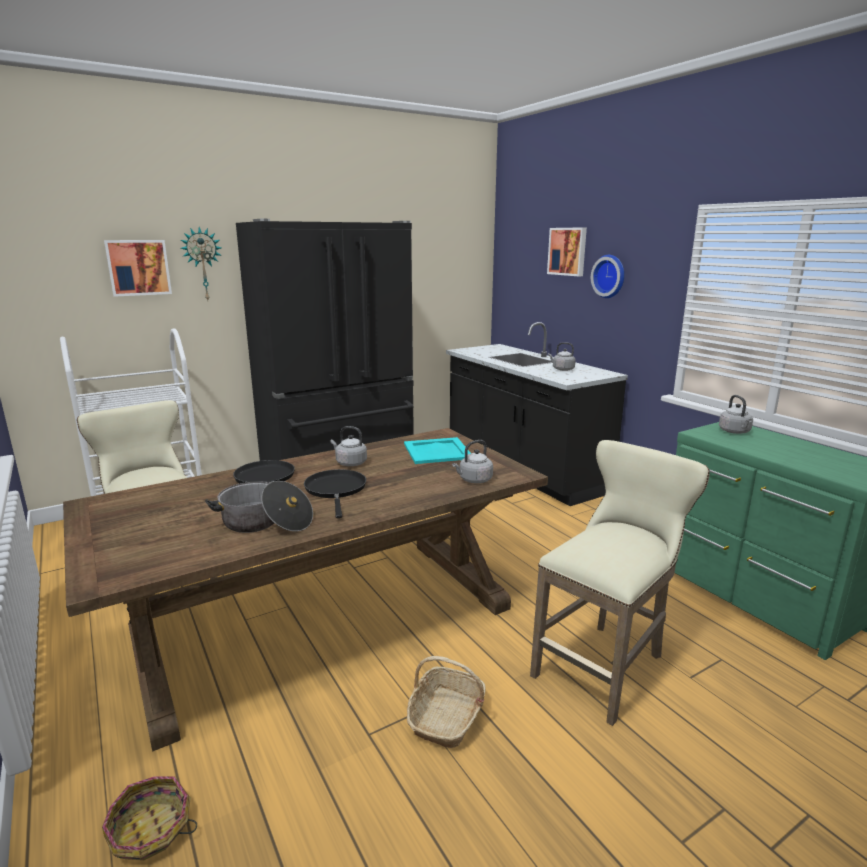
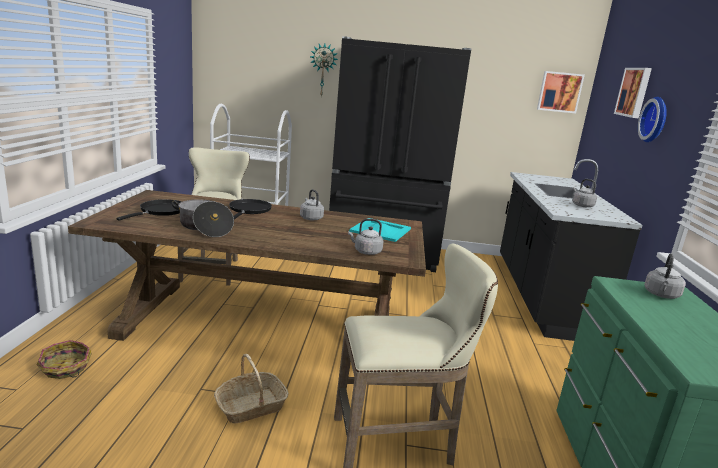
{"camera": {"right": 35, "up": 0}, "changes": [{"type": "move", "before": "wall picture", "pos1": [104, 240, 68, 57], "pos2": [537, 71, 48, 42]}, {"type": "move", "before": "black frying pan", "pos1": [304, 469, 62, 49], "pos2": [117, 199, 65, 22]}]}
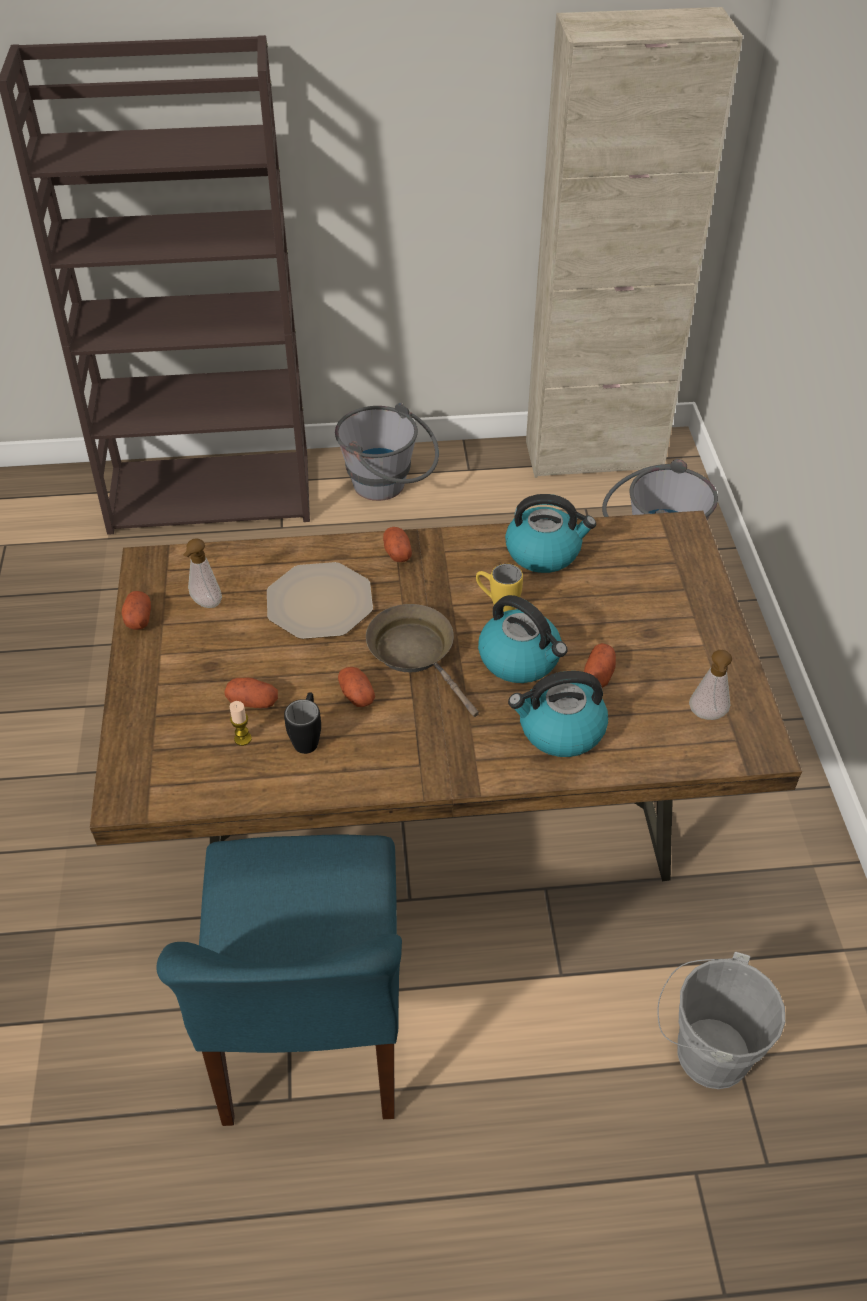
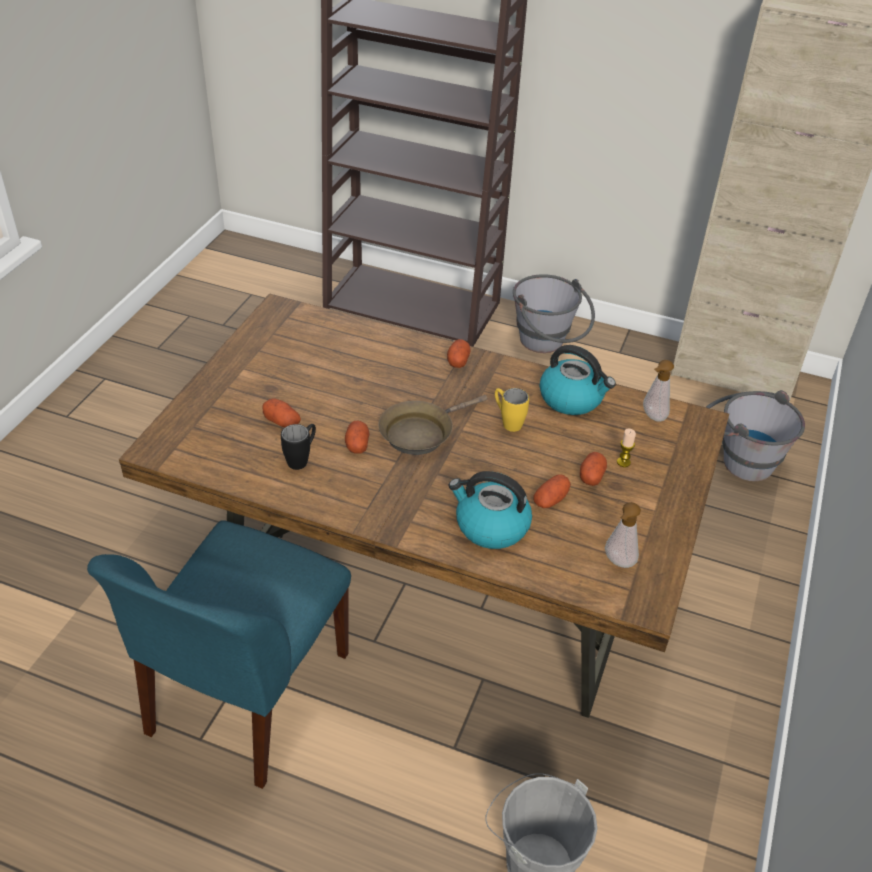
{"camera": {"right": 25, "up": -5}, "changes": [{"type": "move", "before": "soap bottle", "pos1": [183, 538, 39, 70], "pos2": [643, 360, 31, 62]}, {"type": "delete", "before": "dinner plate", "pos1": [267, 562, 106, 77]}, {"type": "move", "before": "whole potato", "pos1": [122, 591, 29, 39], "pos2": [580, 452, 27, 34]}, {"type": "delete", "before": "kettle", "pos1": [478, 595, 90, 88]}, {"type": "rotate", "before": "brown-coloured frying pan", "pos1": [366, 604, 113, 113], "pos2": [378, 395, 109, 60], "turn": -120}, {"type": "move", "before": "wax light", "pos1": [230, 701, 22, 45], "pos2": [617, 428, 19, 39]}]}
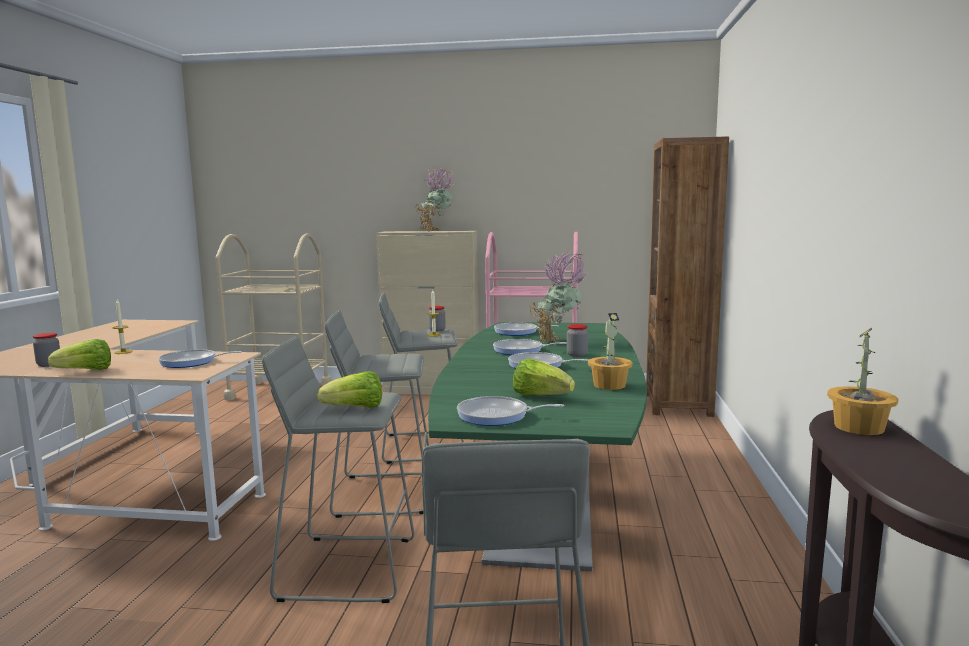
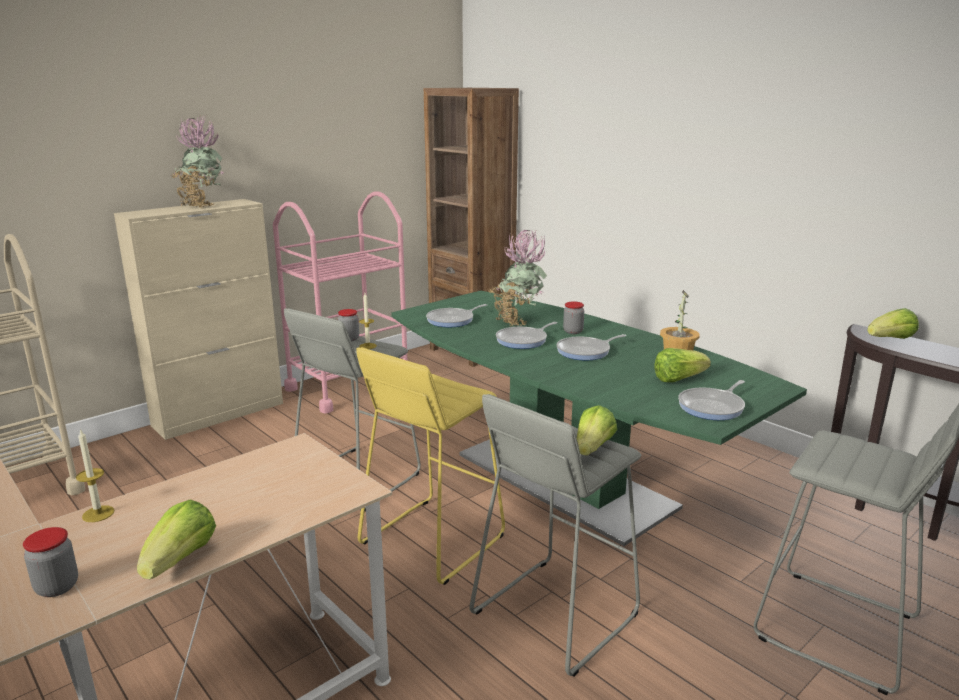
{"camera": {"right": -50, "up": 10}, "changes": [{"type": "recolor", "before": "gray sitting stool", "after": "yellow-coloured sitting stool", "pos1": [325, 310, 104, 208], "pos2": [356, 347, 149, 238]}, {"type": "replace", "before": "houseplant", "after": "lettuce", "pos1": [827, 328, 71, 107], "pos2": [867, 308, 52, 31]}, {"type": "delete", "before": "frying pan", "pos1": [158, 349, 84, 19]}]}
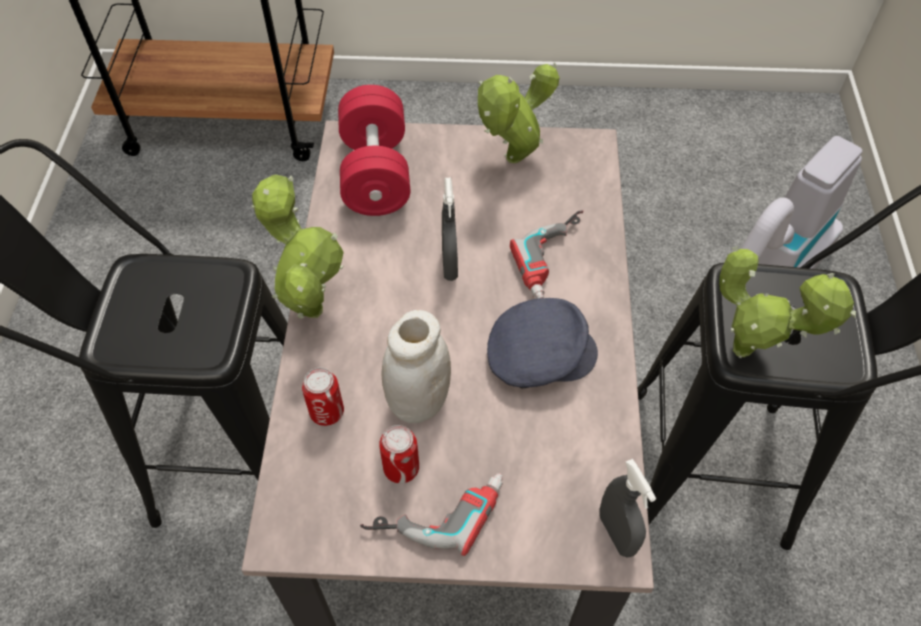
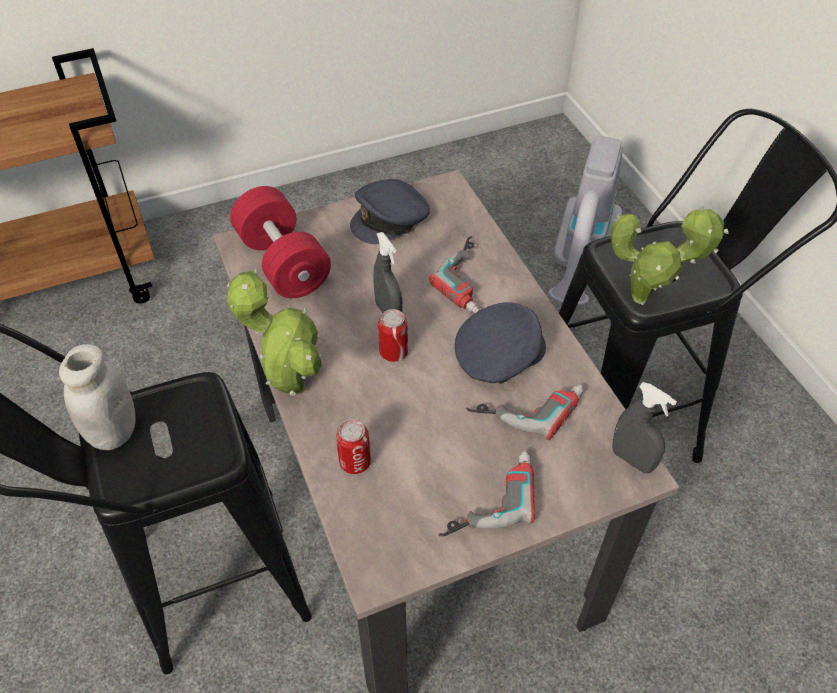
{"camera": {"right": -25, "up": -5}, "changes": [{"type": "replace", "before": "houseplant", "after": "gray peaked cap", "pos1": [478, 63, 82, 100], "pos2": [350, 179, 80, 65]}, {"type": "move", "before": "white jar", "pos1": [381, 310, 70, 113], "pos2": [59, 344, 77, 106]}, {"type": "move", "before": "can", "pos1": [379, 425, 40, 59], "pos2": [378, 309, 30, 53]}, {"type": "insert", "after": "electric drill", "pos2": [466, 385, 117, 55]}]}
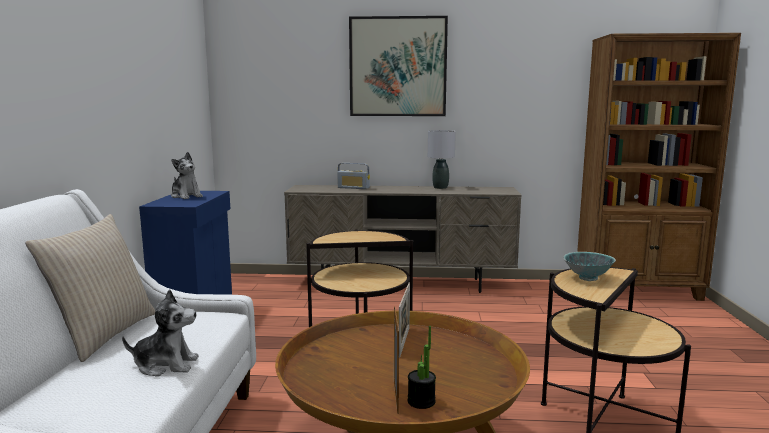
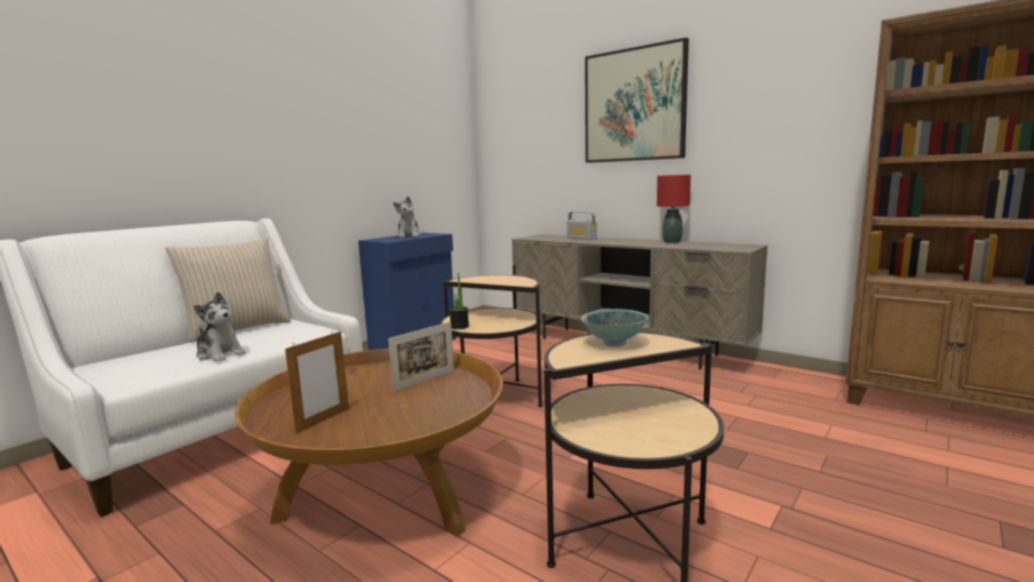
{"camera": {"right": 35, "up": 0}, "changes": [{"type": "recolor", "before": "gray table lamp", "after": "red-coloured table lamp", "pos1": [428, 130, 28, 59], "pos2": [657, 175, 34, 68]}, {"type": "move", "before": "houseplant", "pos1": [408, 326, 28, 83], "pos2": [449, 273, 20, 56]}]}
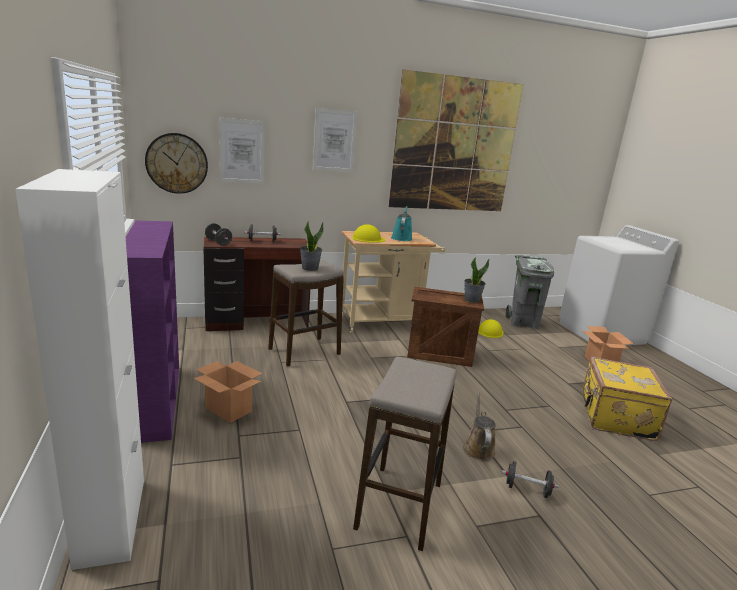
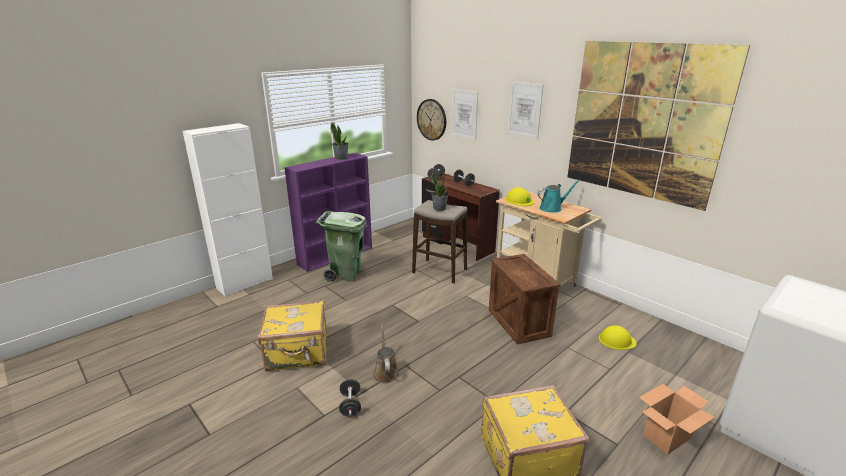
{"camera": {"right": 65, "up": 5}, "changes": [{"type": "delete", "before": "gray waste bin", "pos1": [505, 255, 49, 74]}, {"type": "move", "before": "houseplant", "pos1": [464, 257, 25, 46], "pos2": [330, 122, 19, 38]}, {"type": "replace", "before": "sitting stool", "after": "yellow-coloured suitcase", "pos1": [353, 357, 104, 194], "pos2": [258, 300, 69, 71]}, {"type": "replace", "before": "packing box", "after": "green waste bin", "pos1": [193, 361, 69, 62], "pos2": [315, 211, 51, 71]}, {"type": "rotate", "before": "brown-coloured sprinkling can", "pos1": [463, 391, 33, 70], "pos2": [373, 325, 26, 59], "turn": -75}]}
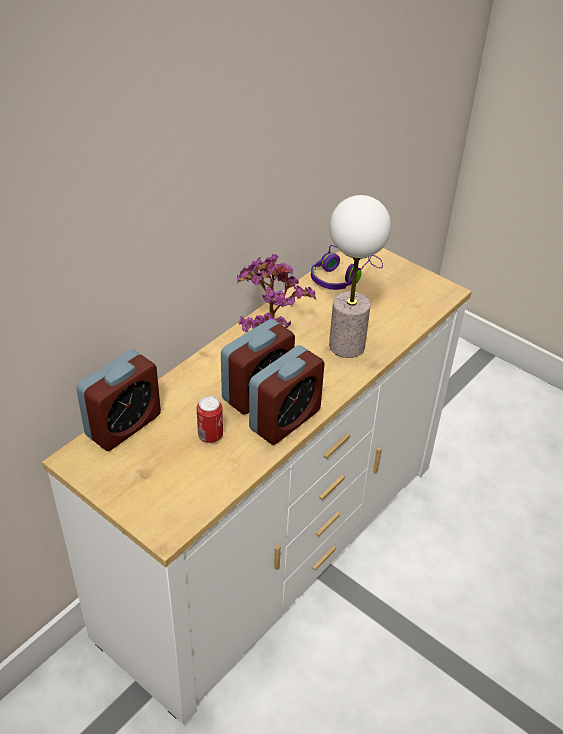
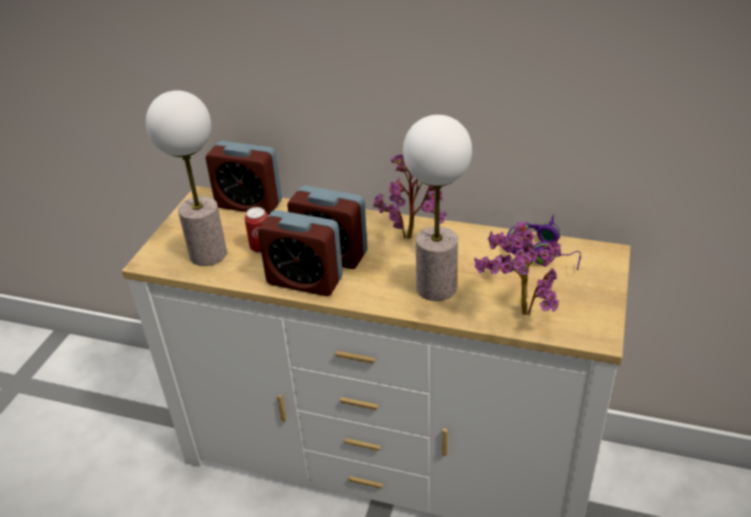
{"camera": {"right": 70, "up": -5}, "changes": [{"type": "insert", "after": "table lamp", "pos2": [146, 90, 81, 176]}, {"type": "insert", "after": "houseplant", "pos2": [474, 221, 87, 95]}]}
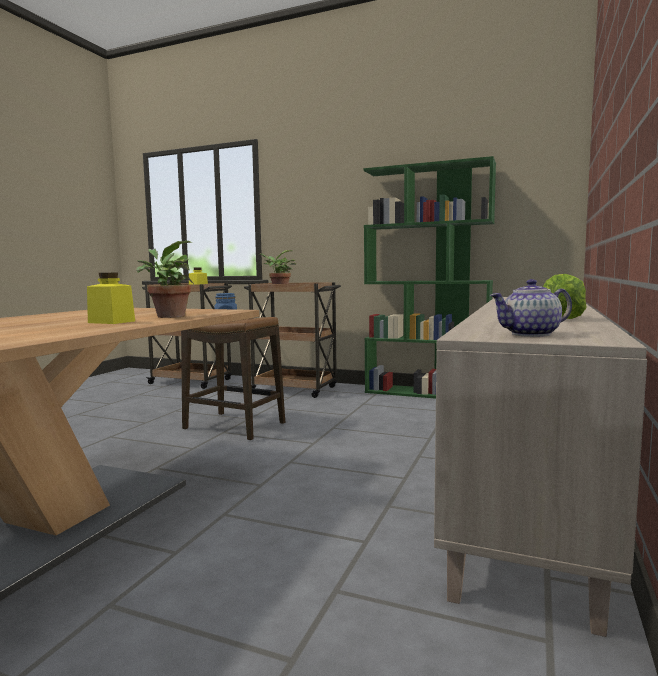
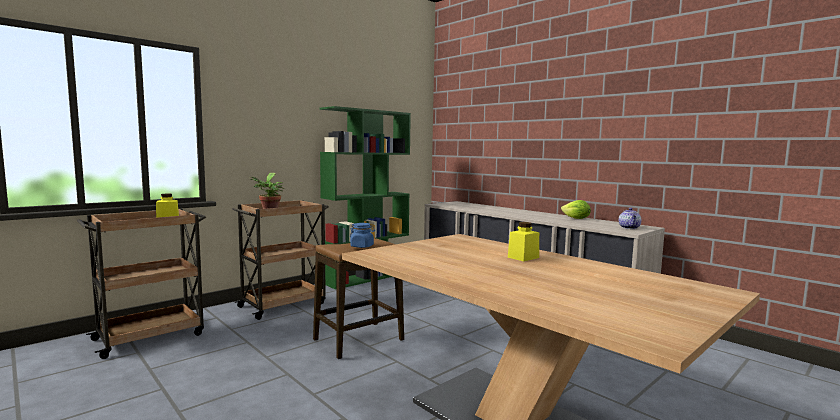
{"camera": {"right": -65, "up": 0}, "changes": [{"type": "delete", "before": "houseplant", "pos1": [136, 241, 58, 77]}]}
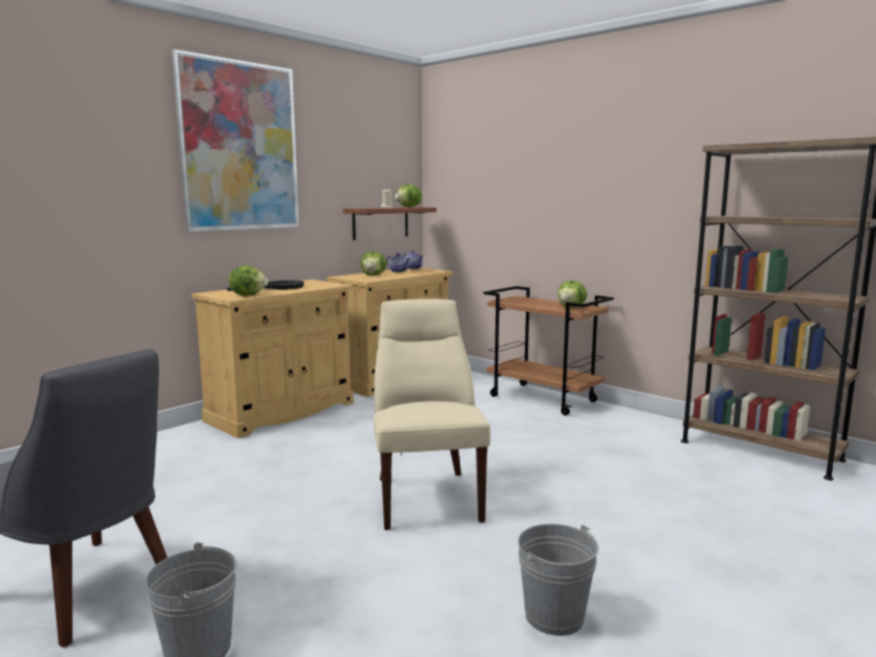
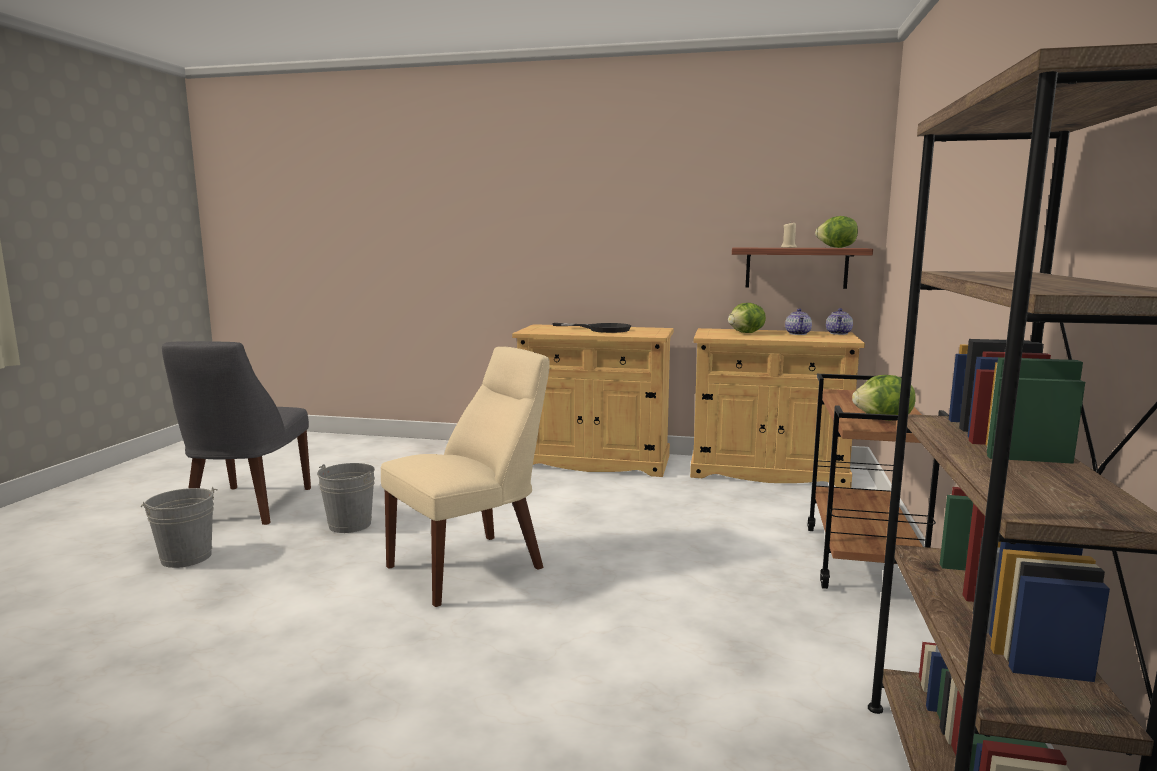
{"camera": {"right": 60, "up": 0}, "changes": [{"type": "delete", "before": "wall picture", "pos1": [172, 49, 127, 183]}, {"type": "delete", "before": "lettuce", "pos1": [229, 266, 39, 30]}, {"type": "move", "before": "gray pail", "pos1": [518, 524, 81, 112], "pos2": [317, 463, 58, 70]}]}
